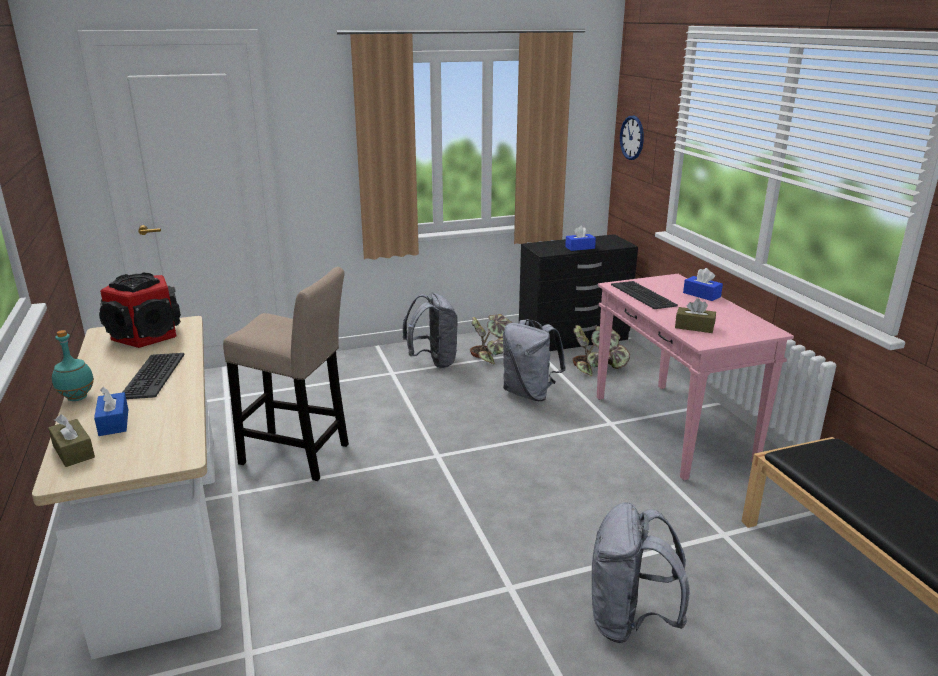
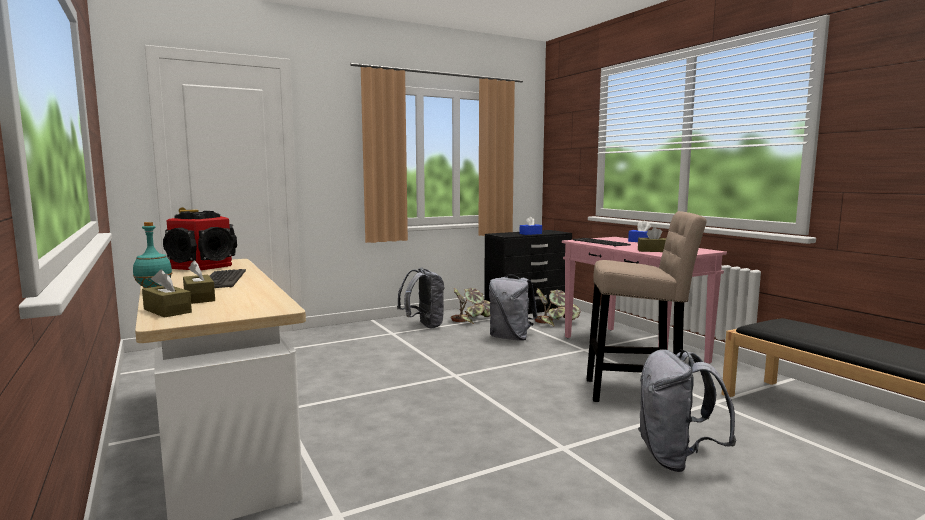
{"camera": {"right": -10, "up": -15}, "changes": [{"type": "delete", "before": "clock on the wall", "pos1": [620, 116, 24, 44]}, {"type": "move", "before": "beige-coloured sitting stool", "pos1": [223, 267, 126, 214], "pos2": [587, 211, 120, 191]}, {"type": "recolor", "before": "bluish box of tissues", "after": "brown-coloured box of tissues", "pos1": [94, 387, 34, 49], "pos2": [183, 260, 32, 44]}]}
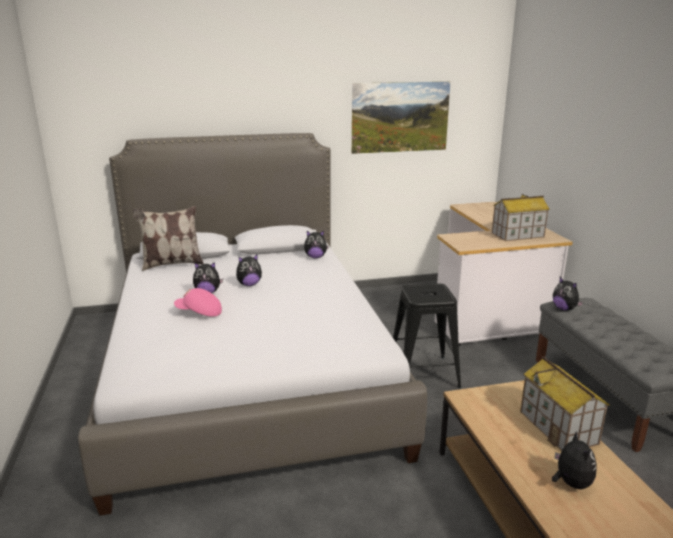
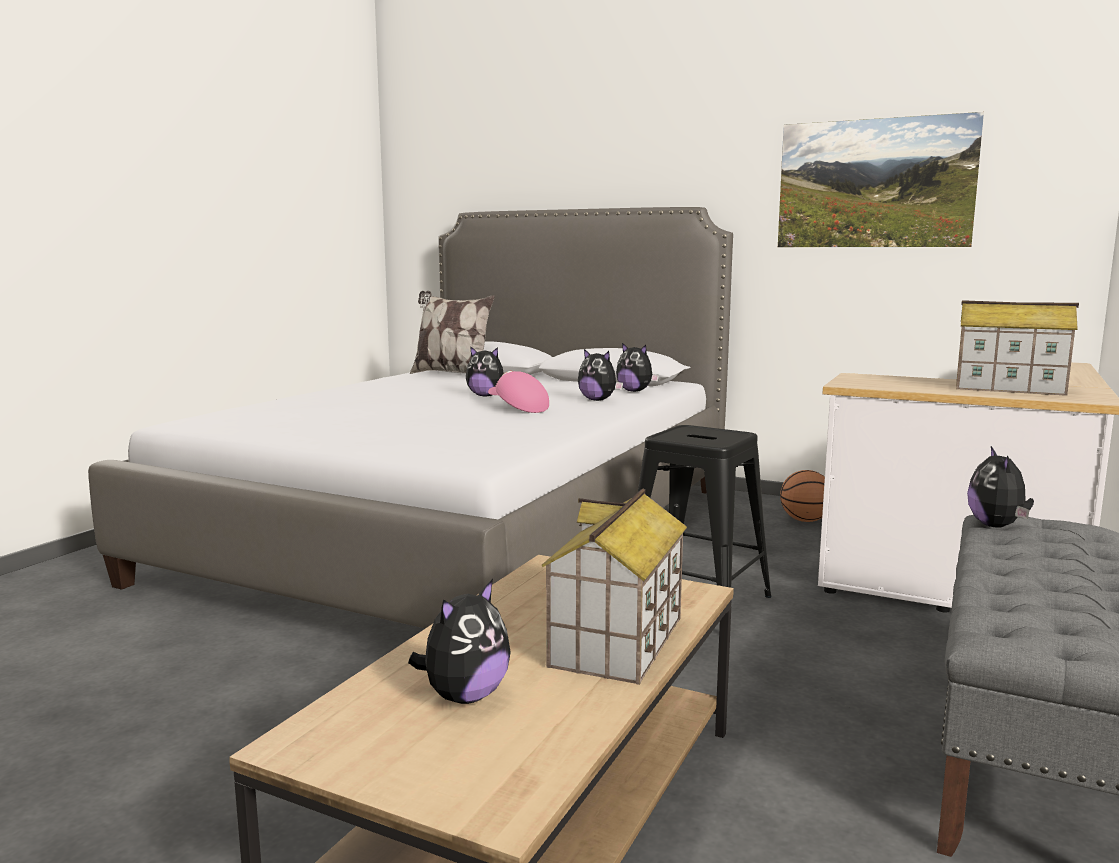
{"camera": {"right": 40, "up": -10}, "changes": [{"type": "move", "before": "plush toy", "pos1": [193, 262, 30, 31], "pos2": [578, 349, 45, 52]}, {"type": "move", "before": "pink-coloured peaked cap", "pos1": [174, 288, 48, 29], "pos2": [488, 371, 61, 42]}, {"type": "insert", "after": "ball for basketball", "pos2": [780, 470, 45, 52]}]}
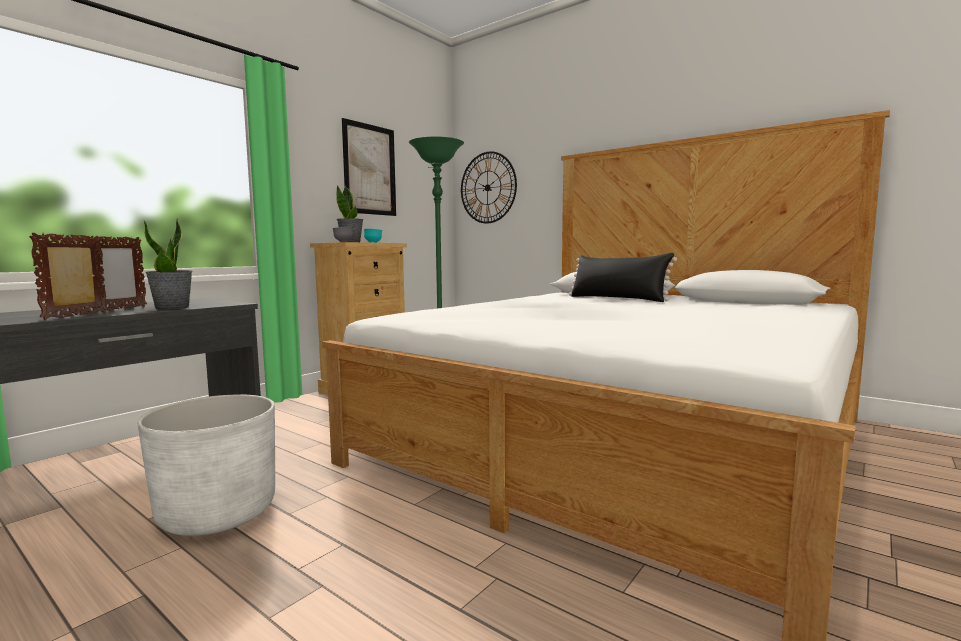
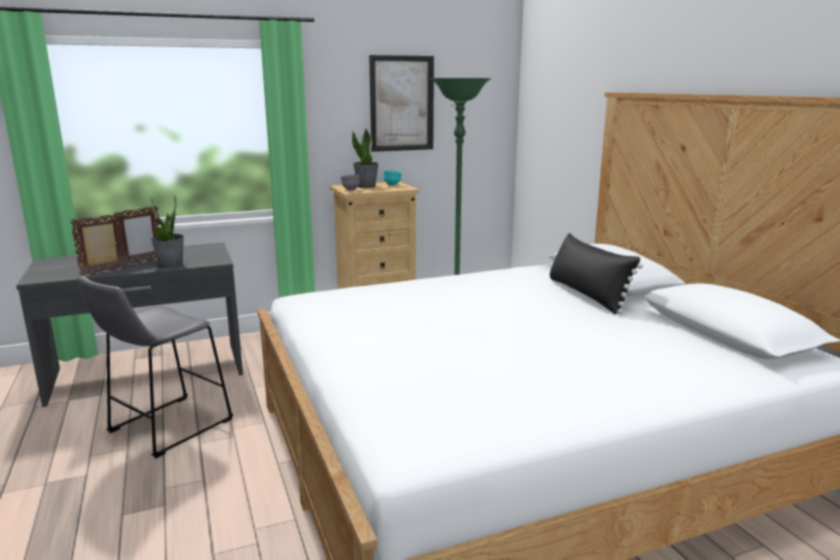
{"camera": {"right": 30, "up": 10}, "changes": [{"type": "delete", "before": "clock on the wall", "pos1": [461, 151, 56, 72]}, {"type": "replace", "before": "white plant pot", "after": "gray sitting stool", "pos1": [138, 394, 137, 142], "pos2": [78, 276, 155, 183]}]}
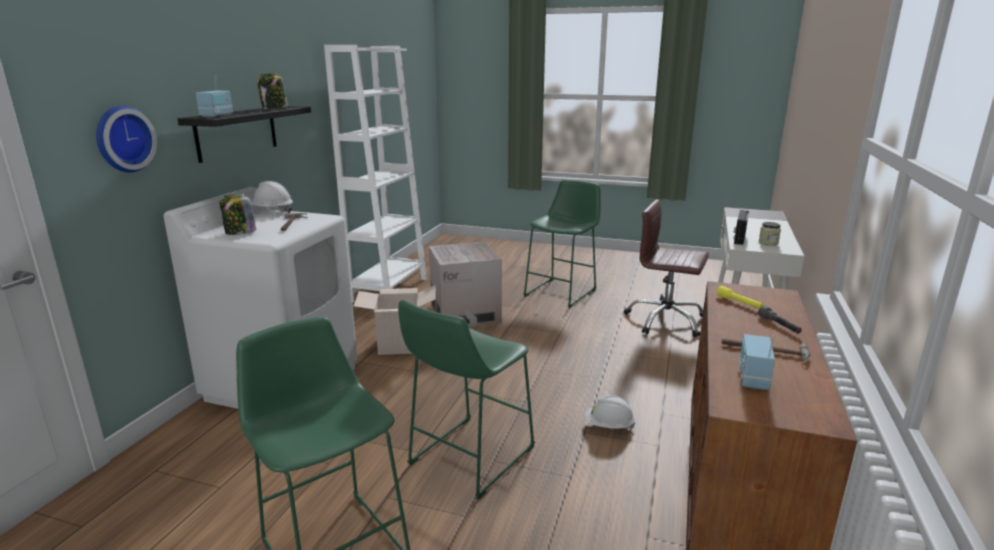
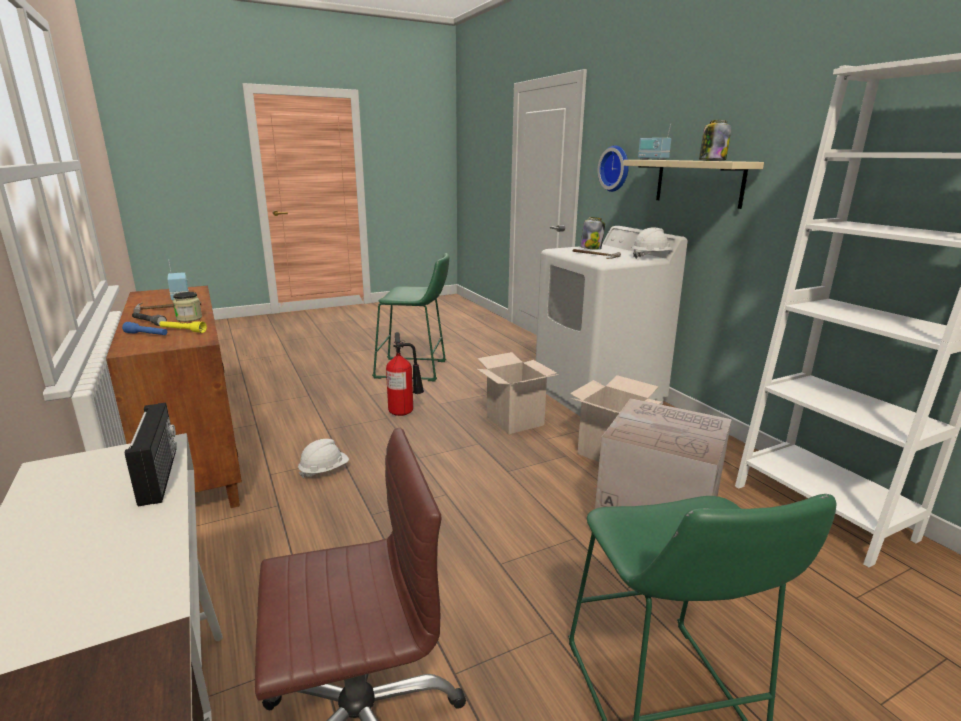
{"camera": {"right": 135, "up": 0}, "changes": [{"type": "recolor", "before": "black wall shelf", "after": "beige-coloured wall shelf", "pos1": [178, 106, 133, 57], "pos2": [623, 160, 141, 49]}, {"type": "move", "before": "jar", "pos1": [759, 222, 22, 24], "pos2": [173, 292, 29, 30]}, {"type": "replace", "before": "green sitting stool", "after": "fire-fighting cylinder", "pos1": [398, 300, 137, 200], "pos2": [386, 332, 38, 84]}, {"type": "insert", "after": "bluish torch", "pos2": [122, 322, 45, 13]}, {"type": "insert", "after": "packing box", "pos2": [477, 352, 82, 82]}]}
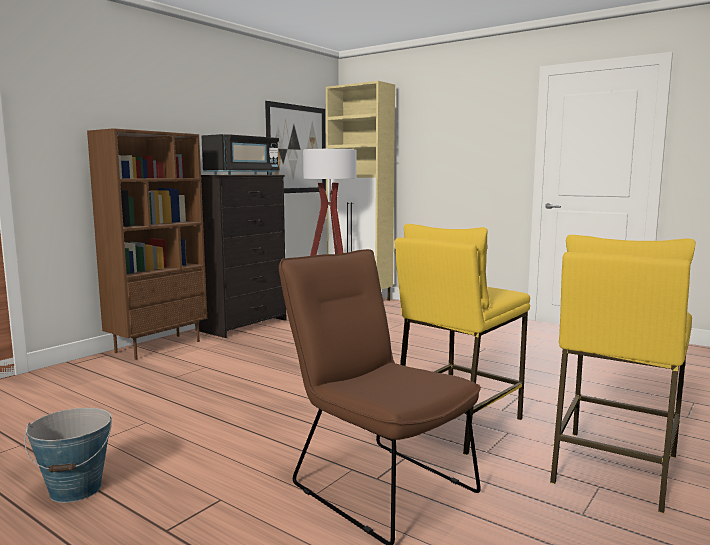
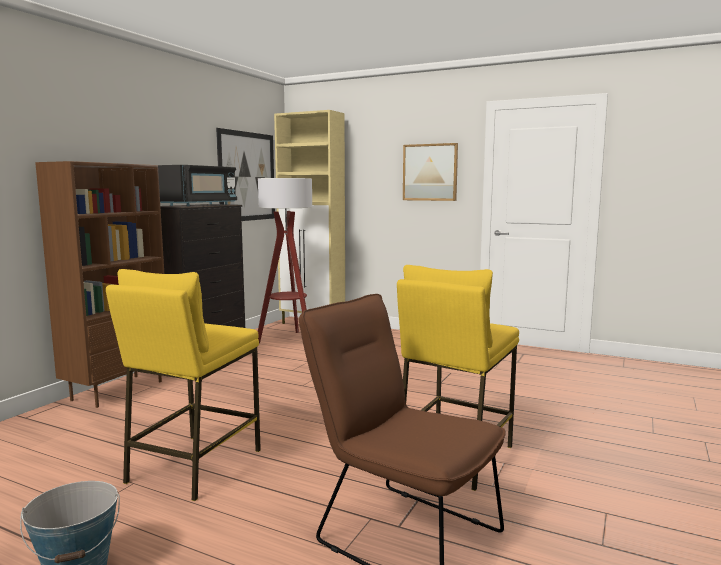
{"camera": {"right": -10, "up": 0}, "changes": [{"type": "move", "before": "yellow-coloured sitting stool", "pos1": [550, 235, 145, 278], "pos2": [106, 269, 155, 232]}, {"type": "insert", "after": "wall picture", "pos2": [403, 143, 55, 58]}]}
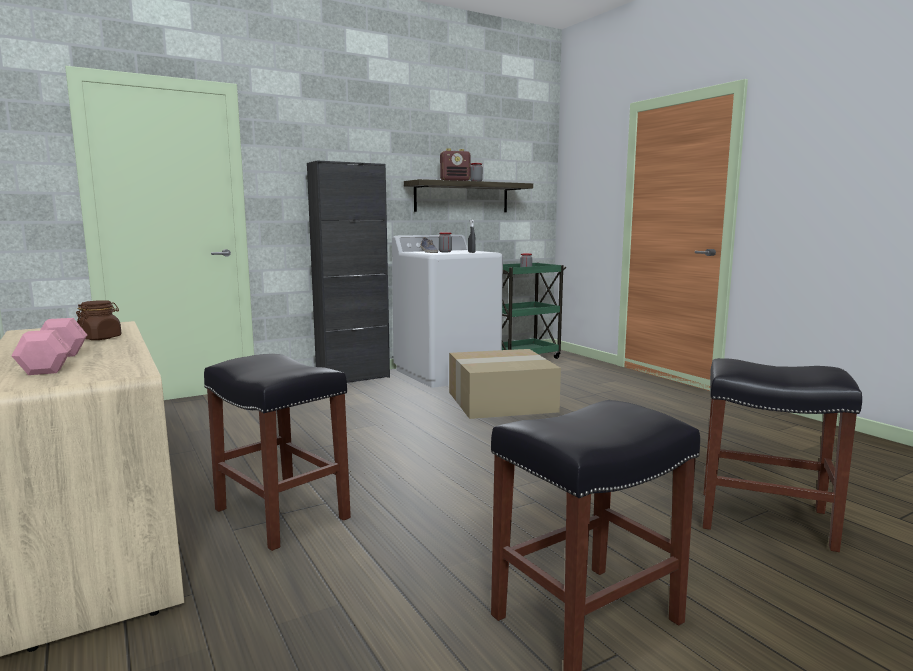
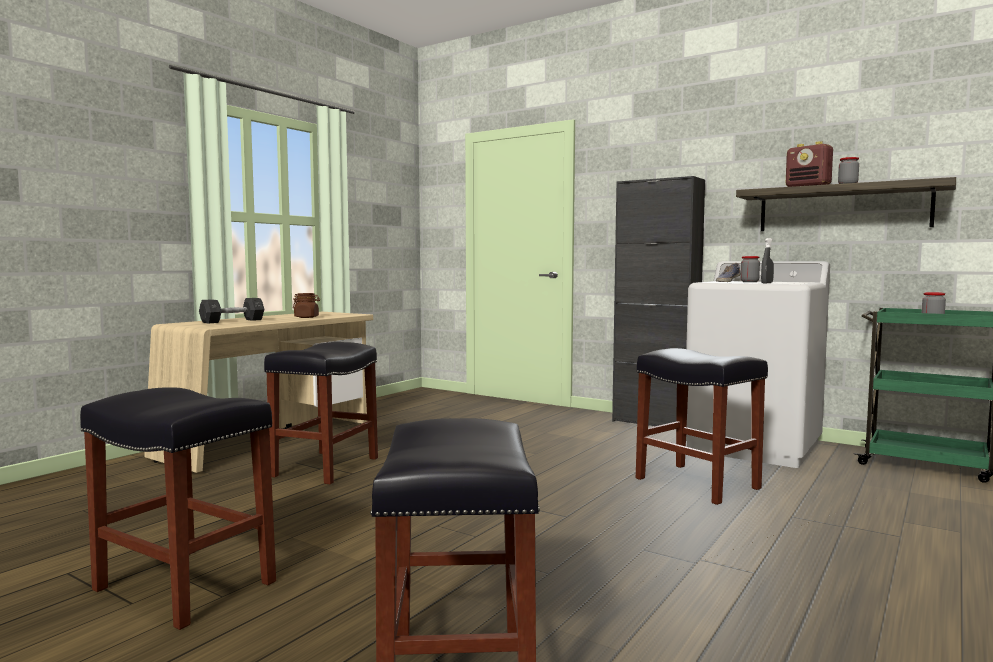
{"camera": {"right": 65, "up": -5}, "changes": [{"type": "recolor", "before": "pink-coloured hand weight", "after": "gray hand weight", "pos1": [11, 318, 76, 57], "pos2": [199, 298, 65, 25]}, {"type": "replace", "before": "packing box", "after": "black sitting stool", "pos1": [449, 349, 112, 70], "pos2": [636, 348, 132, 157]}]}
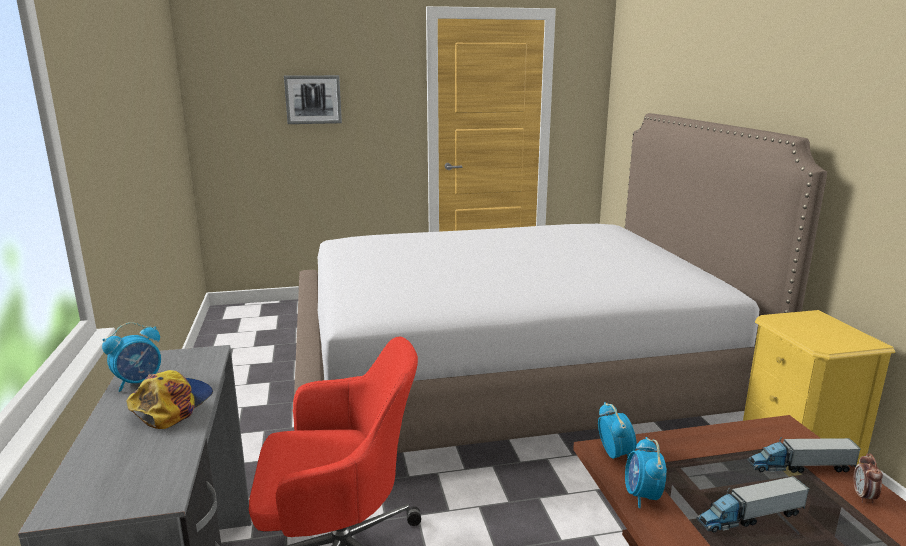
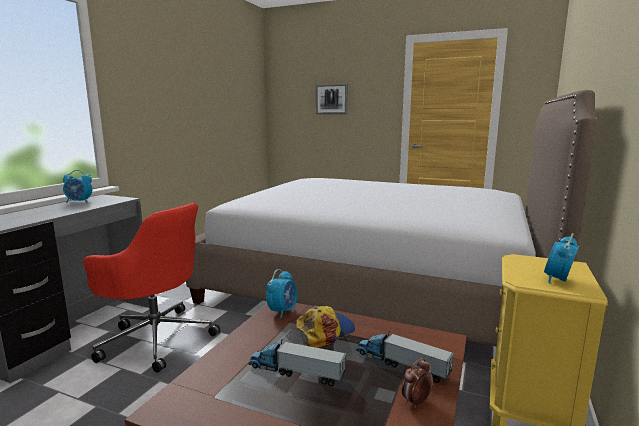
{"camera": {"right": 35, "up": -5}, "changes": [{"type": "move", "before": "peaked cap", "pos1": [126, 370, 87, 59], "pos2": [296, 306, 59, 42]}, {"type": "move", "before": "bedside clock", "pos1": [625, 437, 42, 71], "pos2": [544, 233, 35, 50]}]}
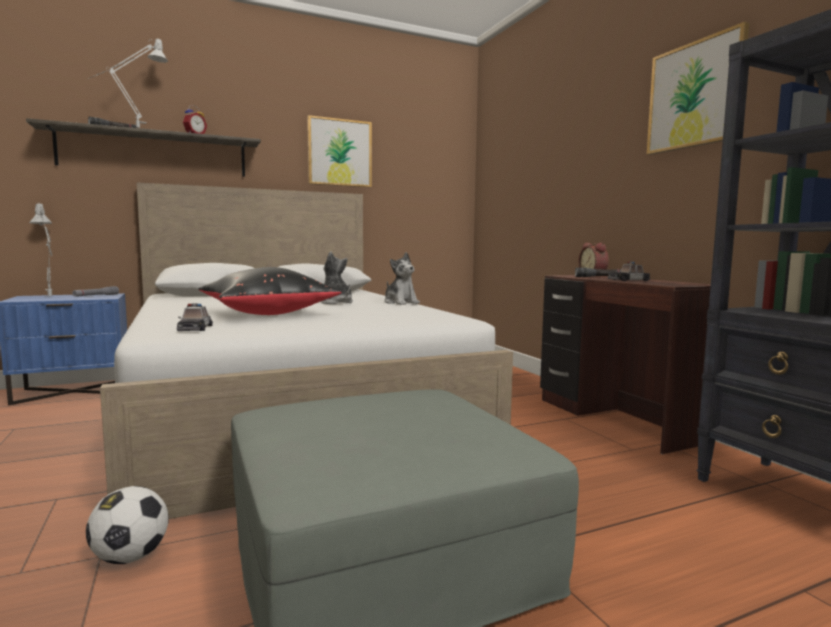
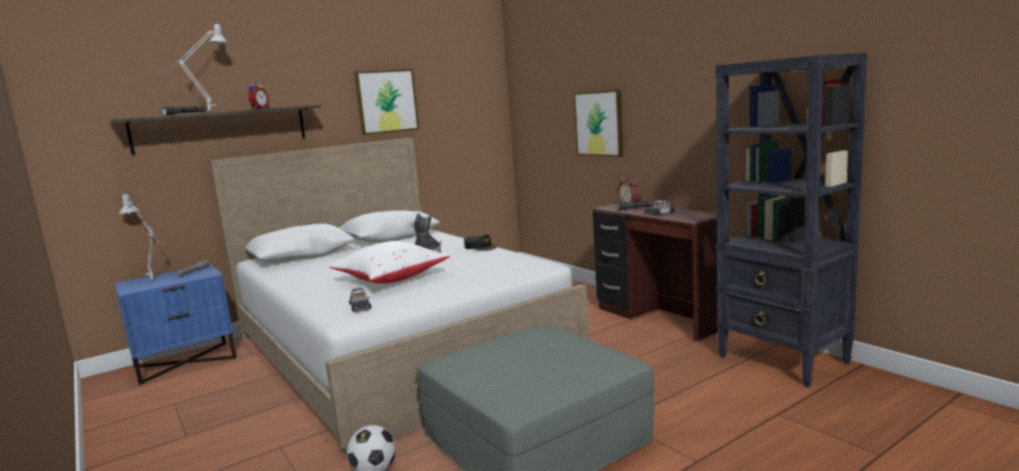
{"camera": {"right": -10, "up": 5}, "changes": [{"type": "move", "before": "wall picture", "pos1": [647, 22, 103, 133], "pos2": [573, 89, 50, 68]}, {"type": "replace", "before": "plush toy", "after": "black peaked cap", "pos1": [385, 252, 35, 53], "pos2": [464, 234, 33, 17]}, {"type": "recolor", "before": "black cushion", "after": "white cushion", "pos1": [199, 267, 143, 48], "pos2": [329, 241, 121, 43]}]}
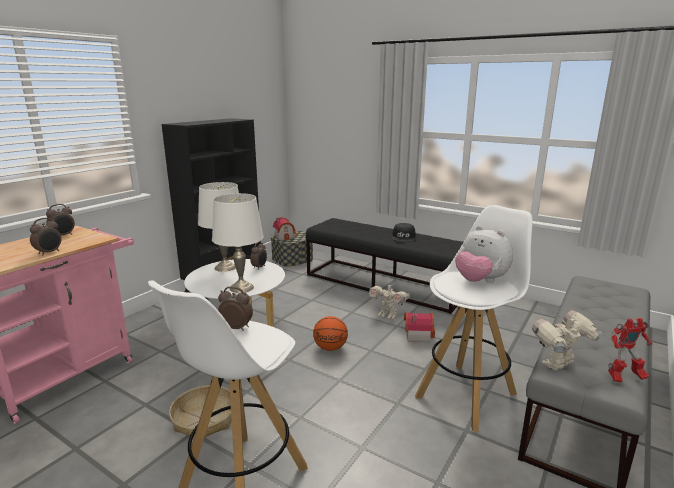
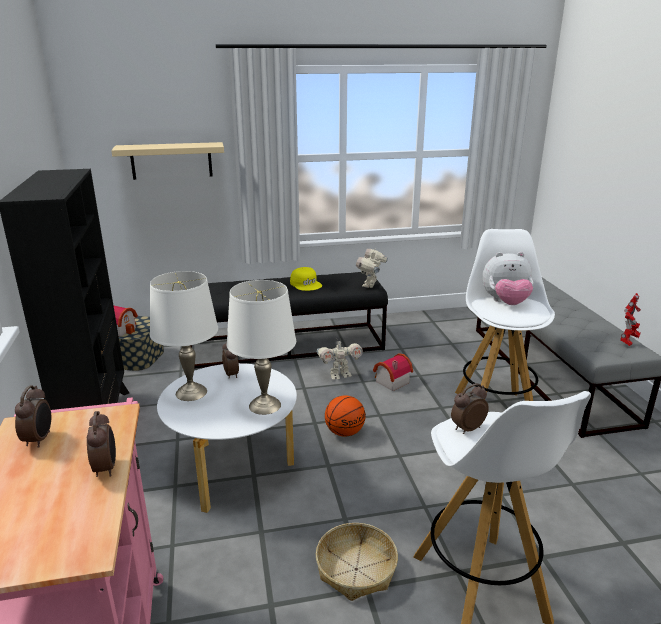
{"camera": {"right": -45, "up": 5}, "changes": [{"type": "recolor", "before": "black peaked cap", "after": "yellow-coloured peaked cap", "pos1": [392, 223, 24, 19], "pos2": [290, 267, 32, 24]}, {"type": "move", "before": "model robot", "pos1": [532, 310, 70, 61], "pos2": [356, 249, 32, 39]}, {"type": "insert", "after": "beige-coloured wall shelf", "pos2": [111, 142, 113, 38]}]}
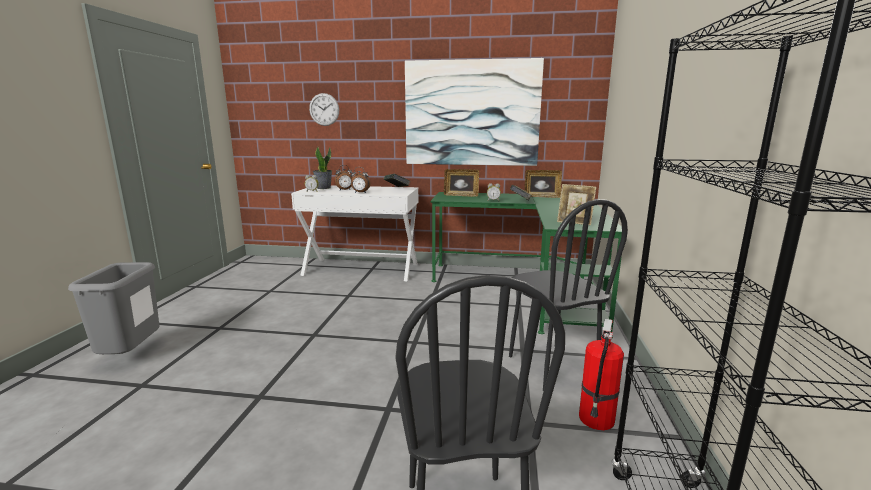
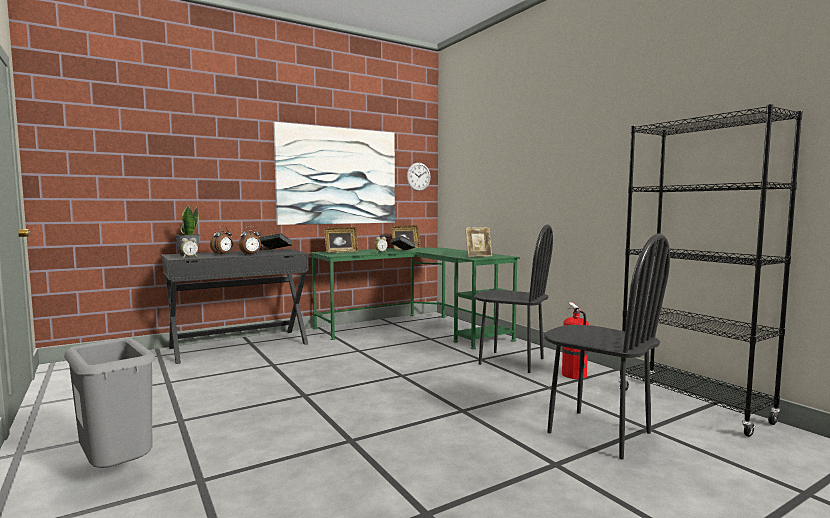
{"camera": {"right": -40, "up": -10}, "changes": [{"type": "move", "before": "clock on the wall", "pos1": [309, 93, 30, 33], "pos2": [407, 163, 24, 28]}, {"type": "recolor", "before": "white desk unit", "after": "black desk unit", "pos1": [291, 186, 128, 95], "pos2": [162, 249, 147, 115]}]}
